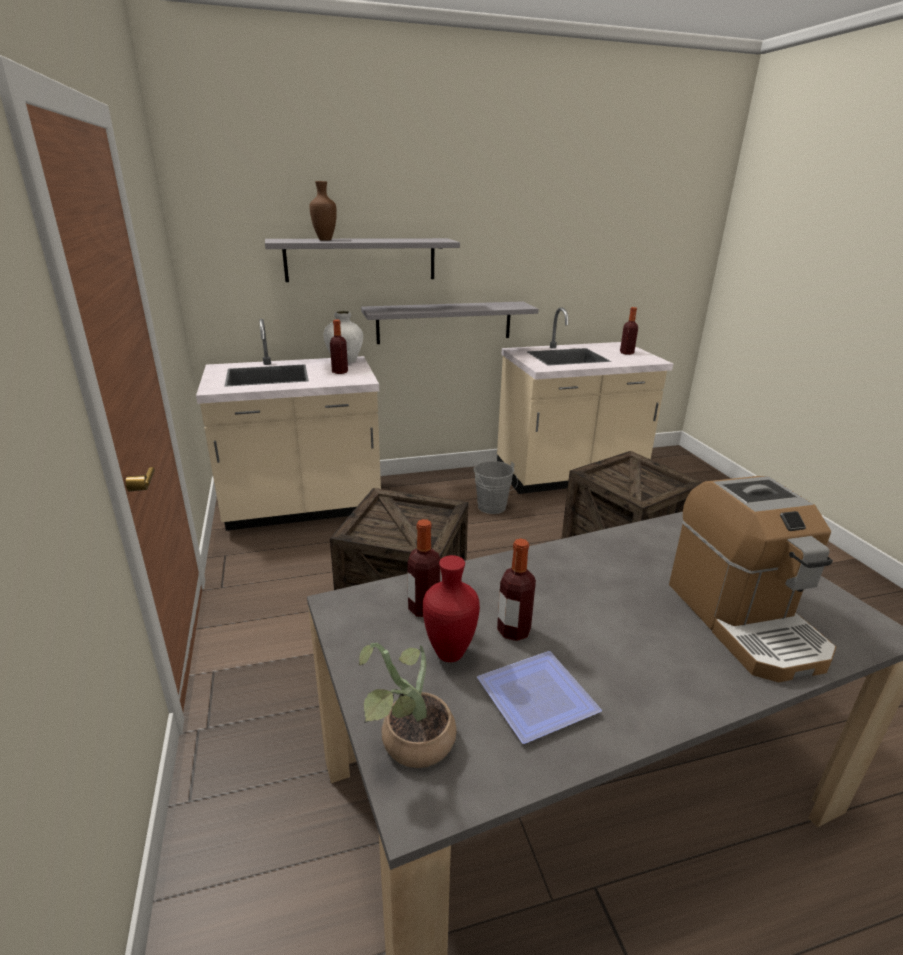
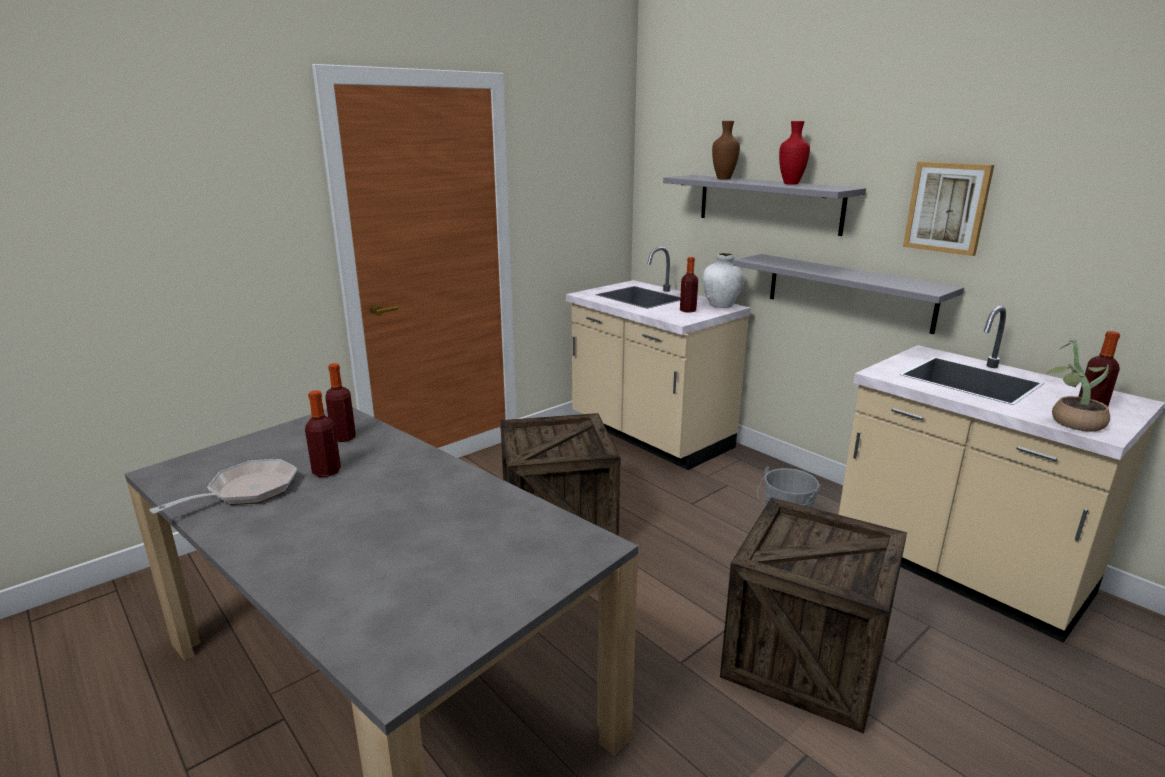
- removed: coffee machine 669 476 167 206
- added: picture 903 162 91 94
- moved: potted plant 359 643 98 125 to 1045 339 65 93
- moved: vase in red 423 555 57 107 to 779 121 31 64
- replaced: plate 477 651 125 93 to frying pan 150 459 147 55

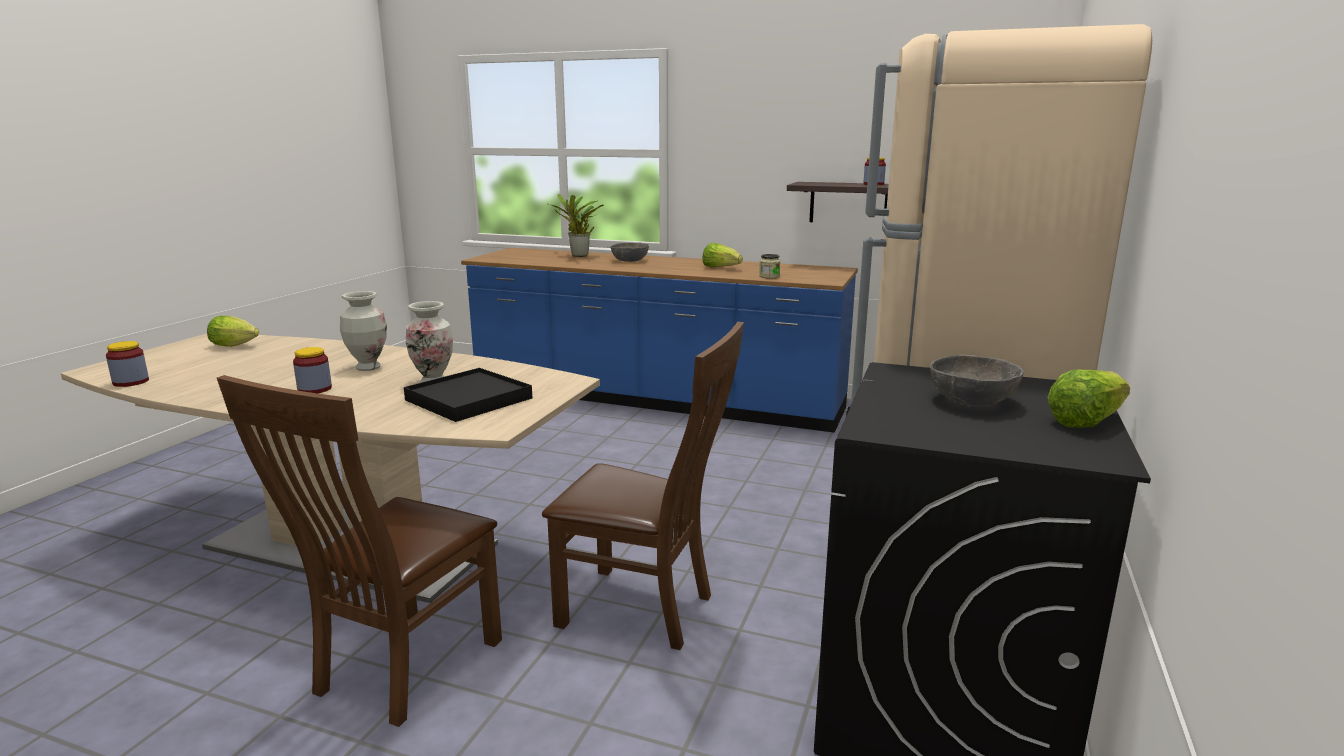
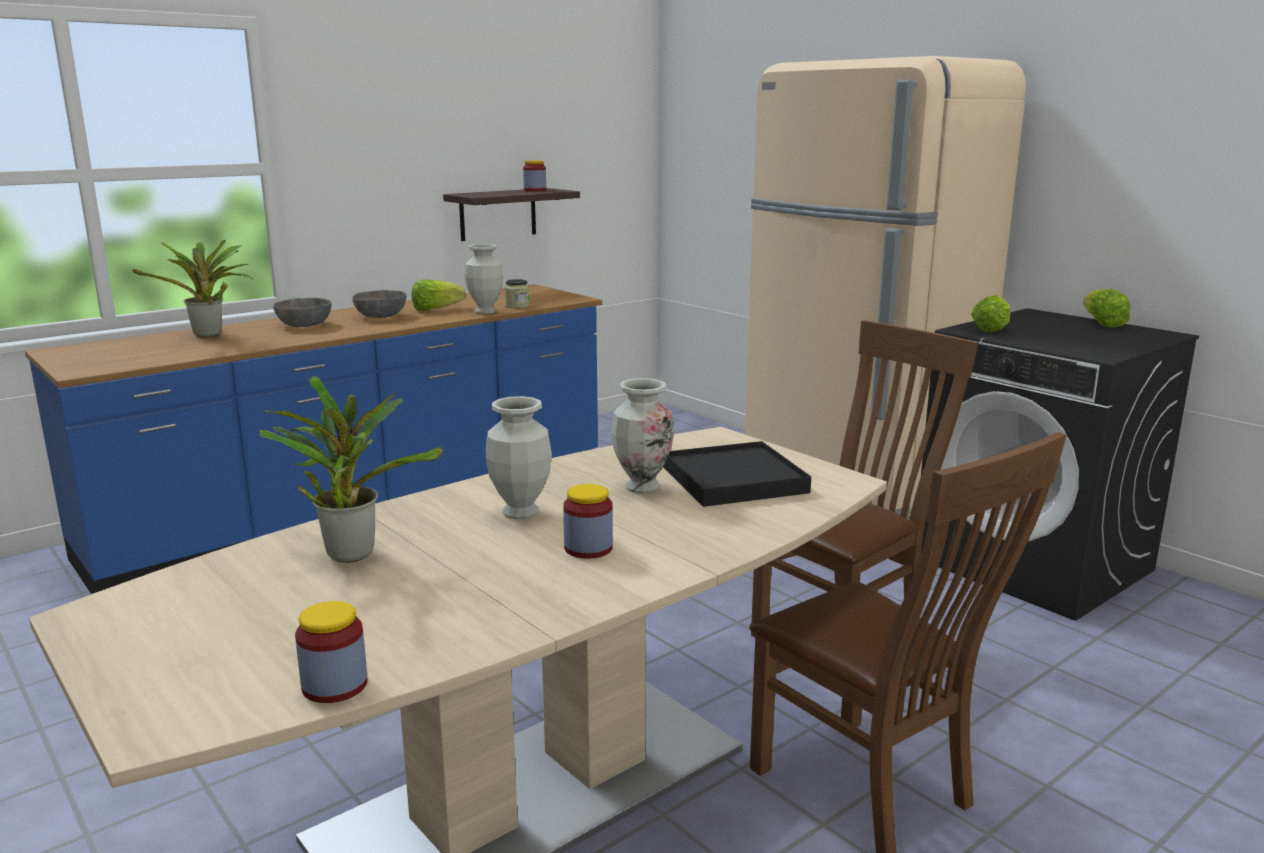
- added: potted plant 260 376 183 187
- added: vase 465 244 39 70
- moved: lettuce 207 316 52 31 to 971 295 39 37
- moved: bowl in grey 930 355 94 51 to 352 290 55 28

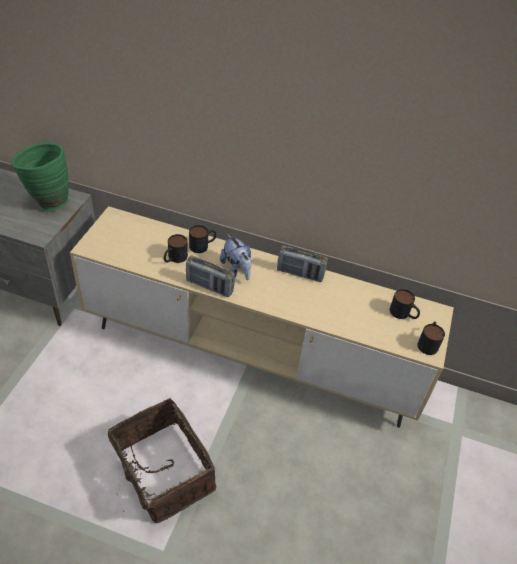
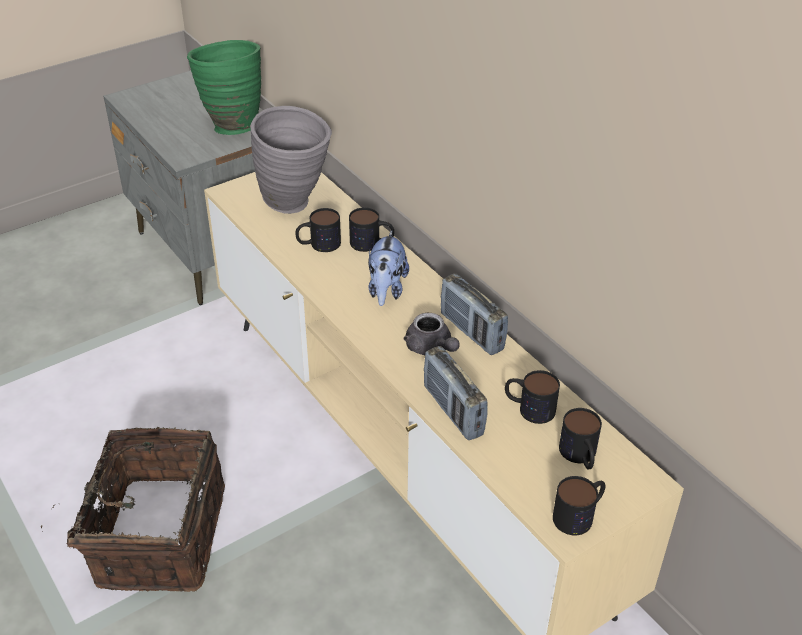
- added: vase in grey 250 106 82 108
- added: teapot in grey 403 313 57 42
- added: mug 505 370 55 54
- moved: radio 186 256 49 41 to 424 346 64 94

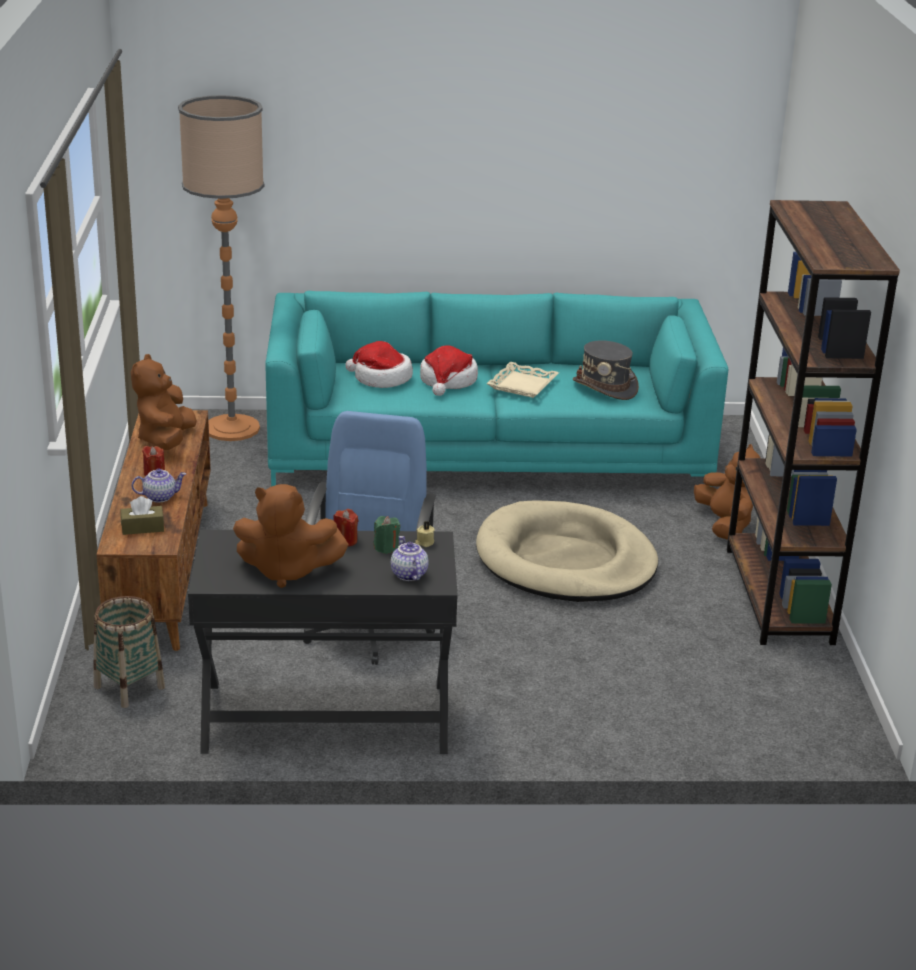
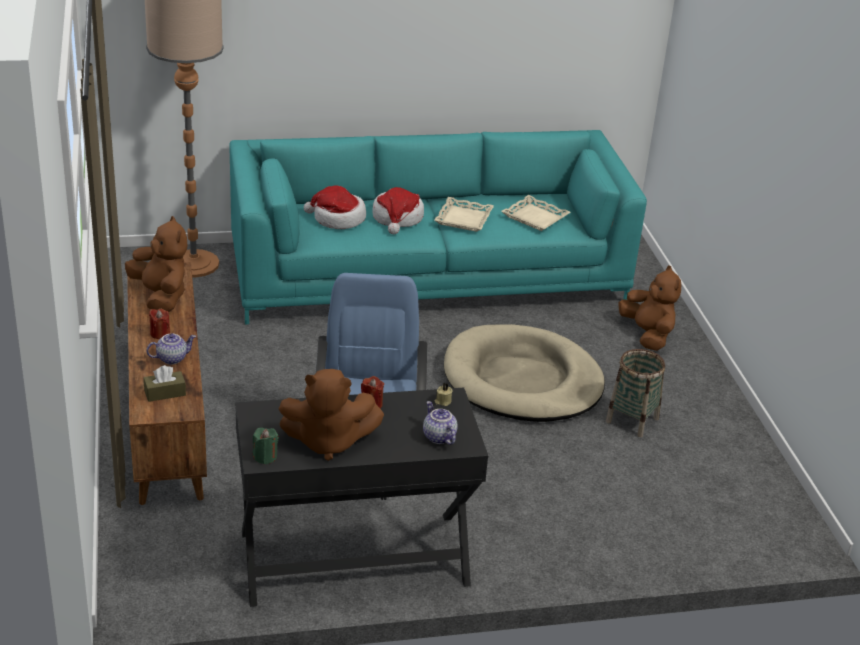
- removed: bookcase in brown 727 200 173 445
- moved: basket 94 596 71 112 to 606 349 59 88
- moved: candle in green 374 516 26 38 to 253 427 26 37
- replaced: hat in grey 573 340 66 60 to tray in beige 501 195 70 36
- turned: plush toy in brown 131 354 66 96 = 125 216 62 96 150 degrees clockwise

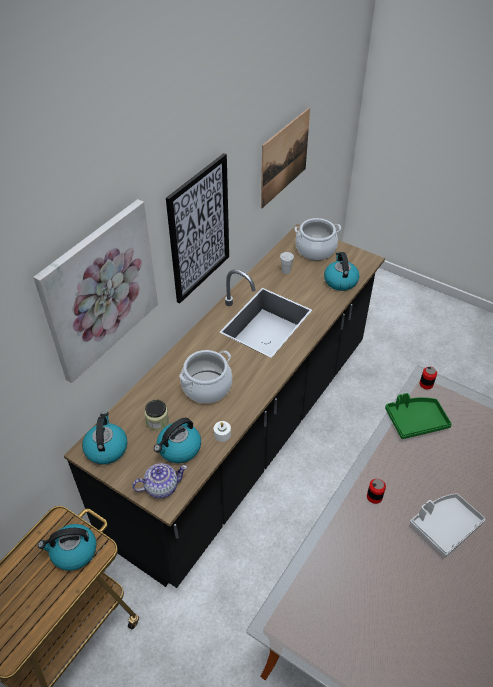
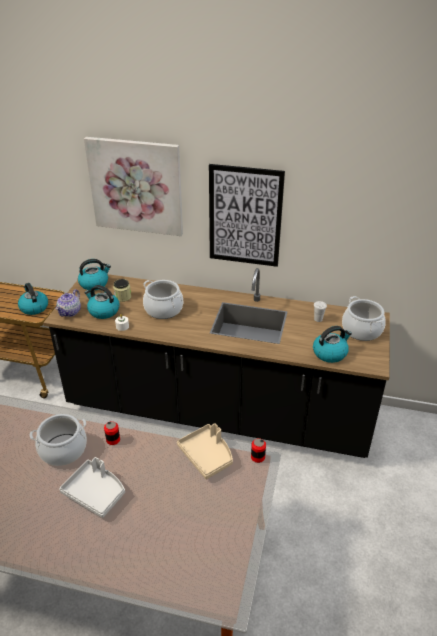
- removed: picture 261 108 49 100
- added: cooking pot 30 414 57 52
- recoloured: tray in green 385 393 67 46 to tray in beige 177 423 56 56
- turned: teapot 132 463 55 36 = 55 289 26 28 60 degrees clockwise

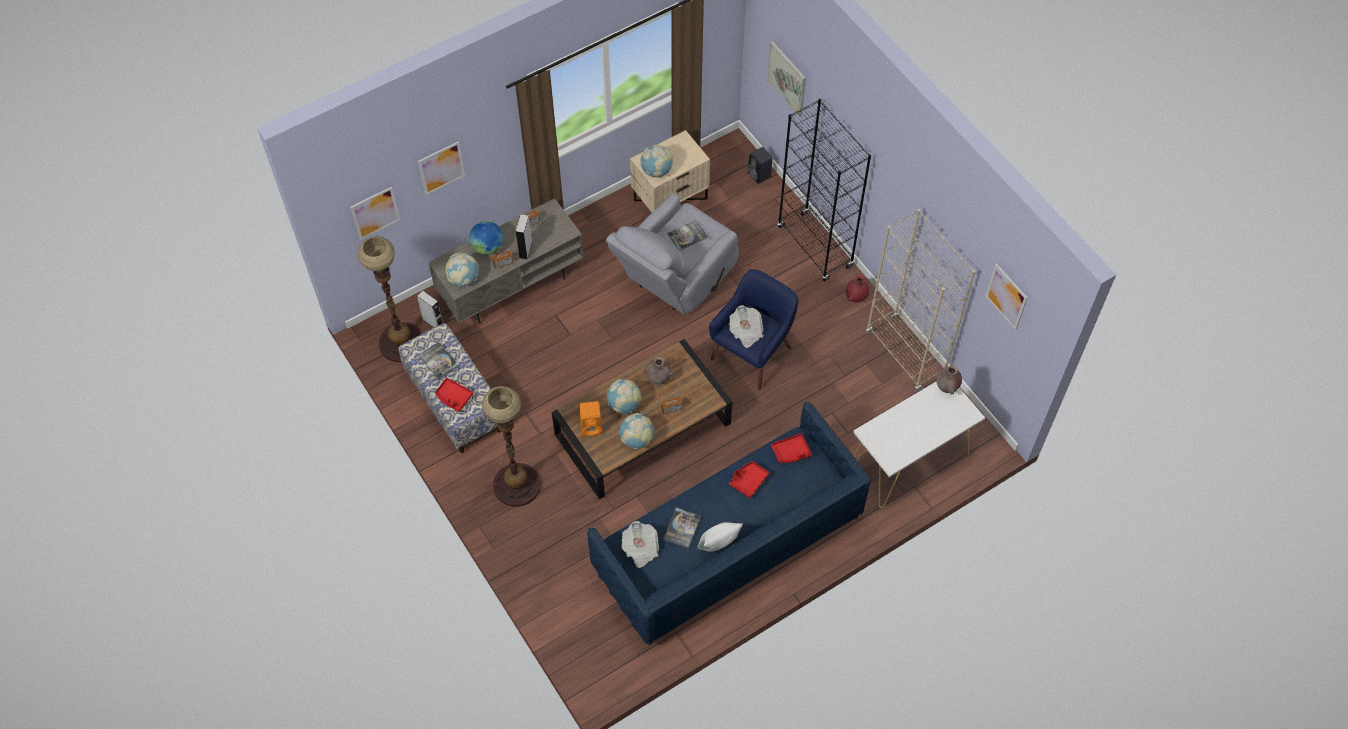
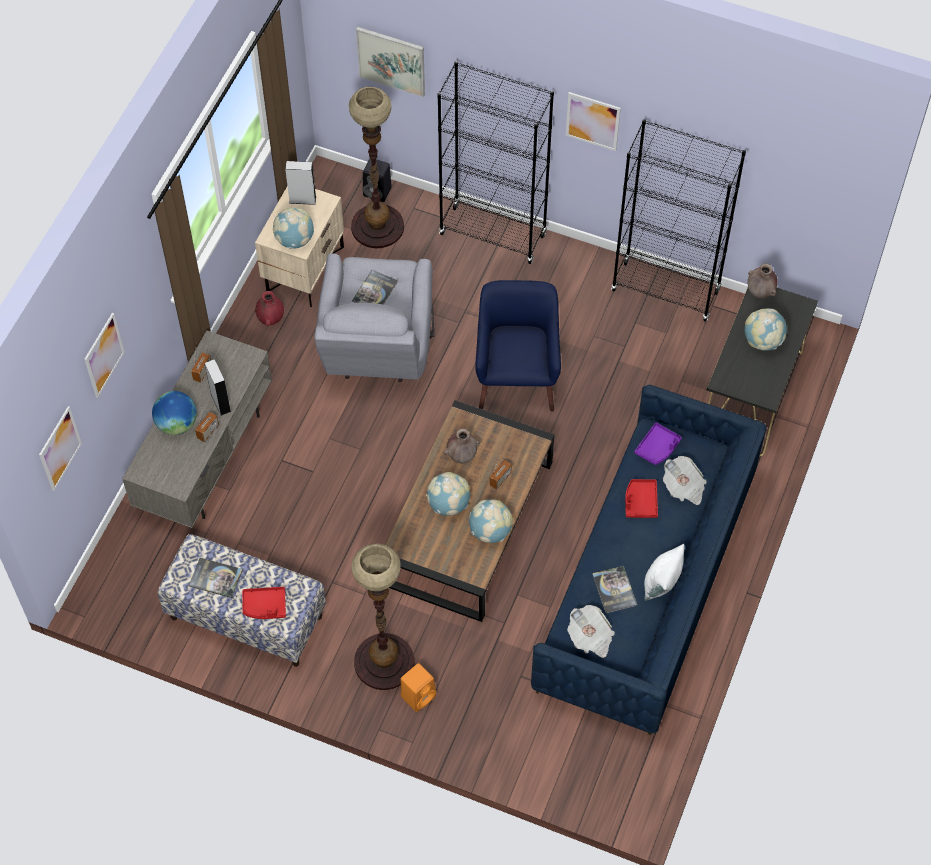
- moved: floor lamp 358 236 64 126 to 349 87 55 161
- moved: speaker in grey 417 290 26 38 to 285 161 31 44
- moved: globe 445 253 34 34 to 745 308 42 43
- moved: speaker in orange 579 401 24 36 to 401 663 35 49
- moved: newspaper 729 305 34 43 to 663 456 44 49
- moved: vase in red 846 275 23 27 to 255 291 29 35
- moved: picture 986 264 42 66 to 566 92 55 59
- recoloured: tray in red 771 433 41 30 to tray in purple 635 423 47 42
- recoloured: console table in white 853 382 132 126 to console table in black 707 288 111 168
- recoloured: bookcase in beige 866 209 109 183 to bookcase in black 611 119 135 202

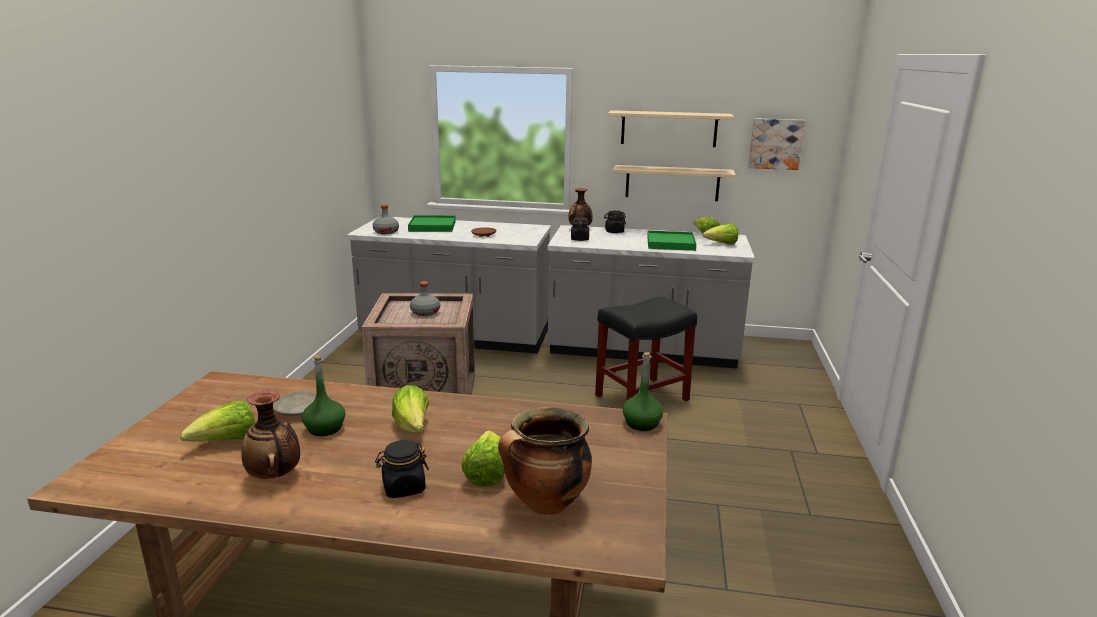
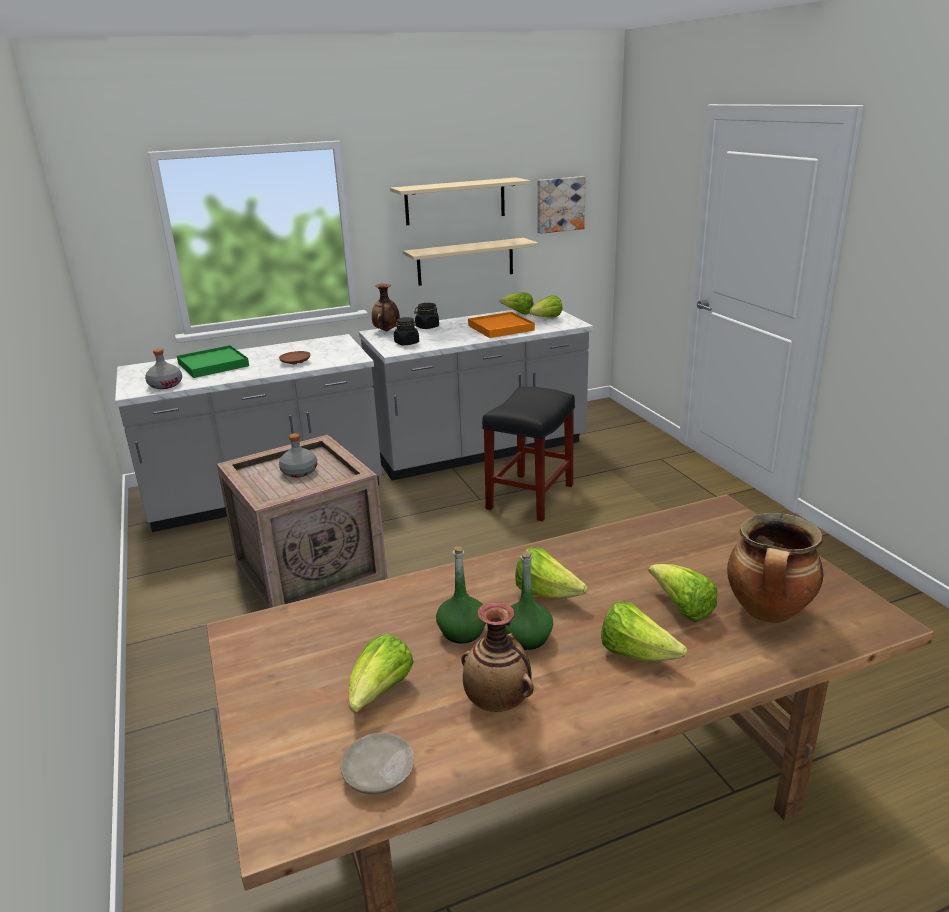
- moved: plate in beige 273 391 43 25 to 340 733 74 61
- moved: bottle in green 622 352 41 79 to 506 551 47 99
- replaced: jar in black 375 440 54 58 to lettuce 601 601 86 60
- recoloured: tray in green 647 230 49 21 to tray in orange 468 312 67 26

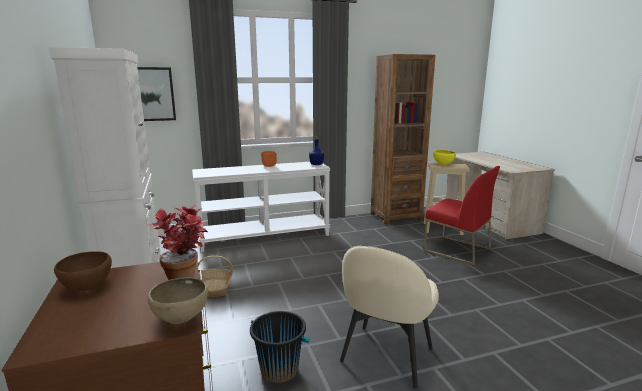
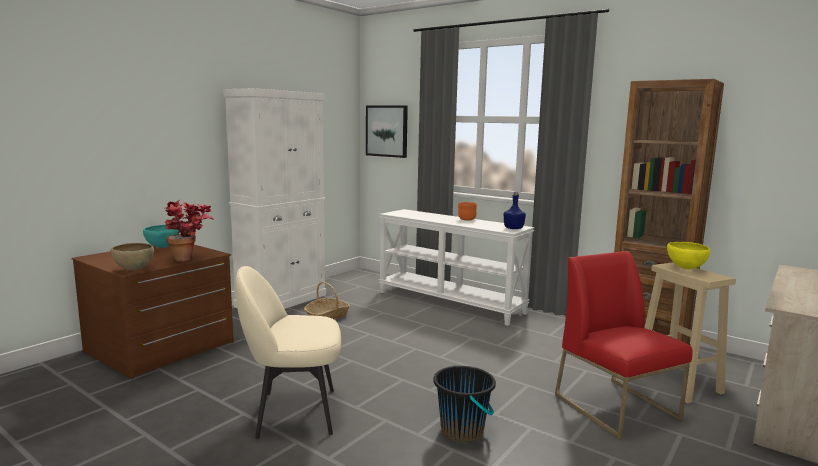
- moved: bucket in black 250 311 60 72 to 433 365 63 78
- recoloured: bowl in brown 54 251 58 40 to bowl in turquoise 143 225 36 23
- turned: chair in red 423 166 77 100 = 555 251 138 188 150 degrees clockwise

